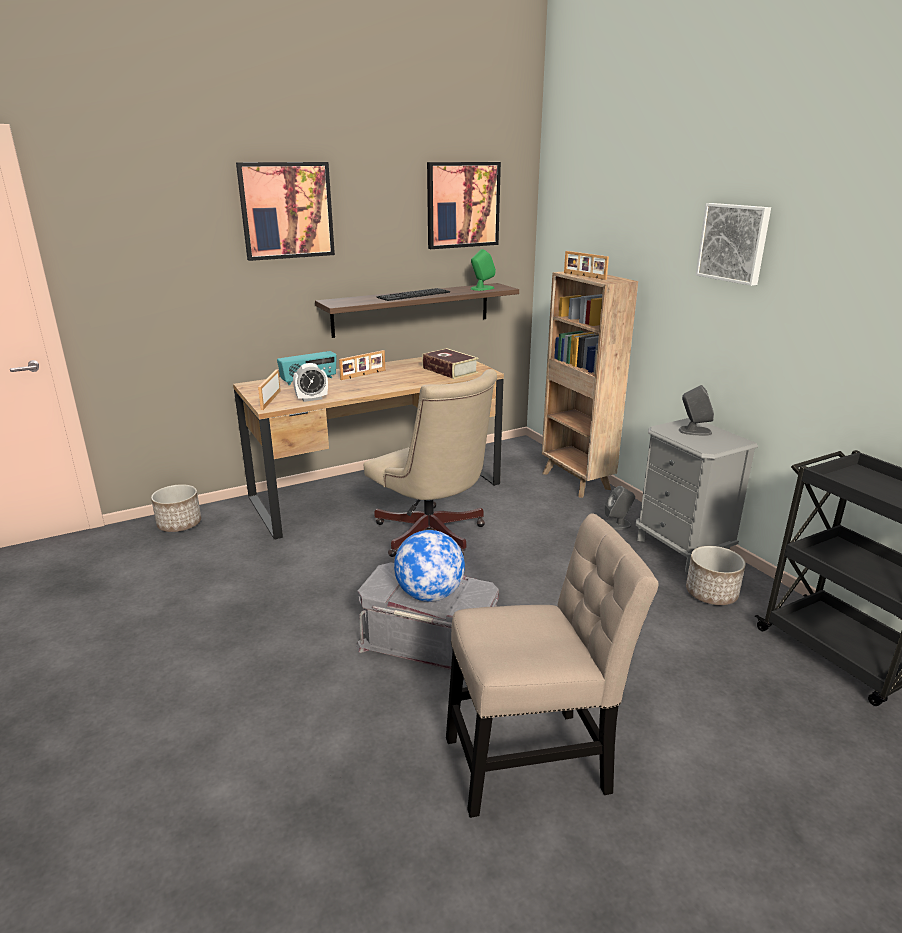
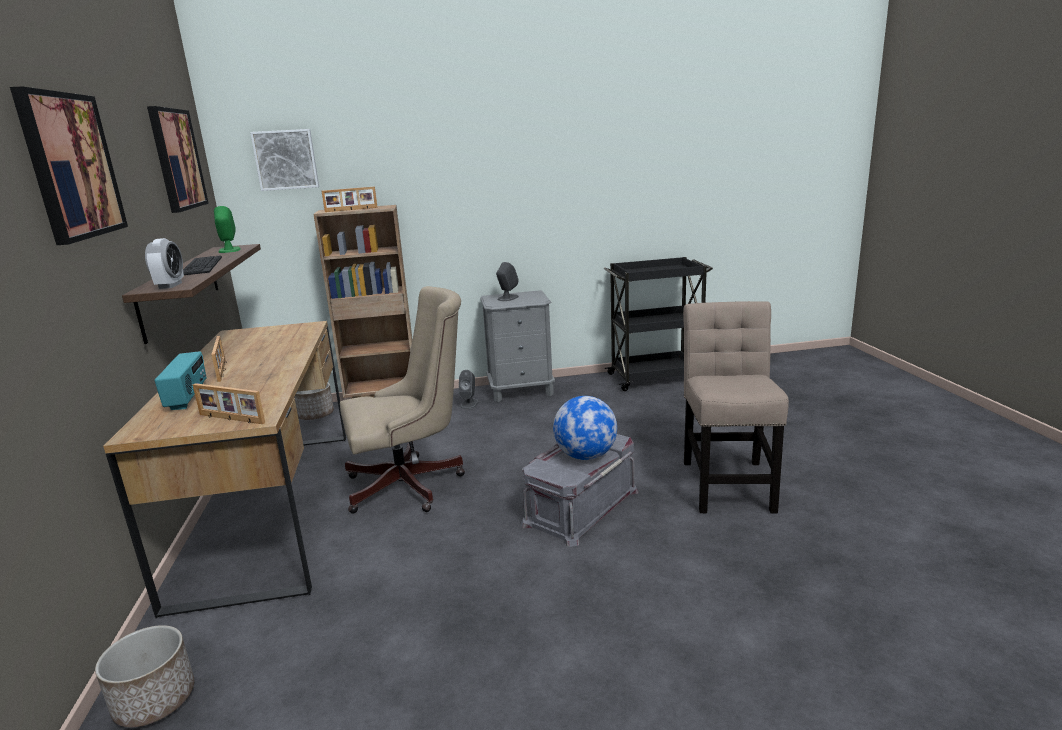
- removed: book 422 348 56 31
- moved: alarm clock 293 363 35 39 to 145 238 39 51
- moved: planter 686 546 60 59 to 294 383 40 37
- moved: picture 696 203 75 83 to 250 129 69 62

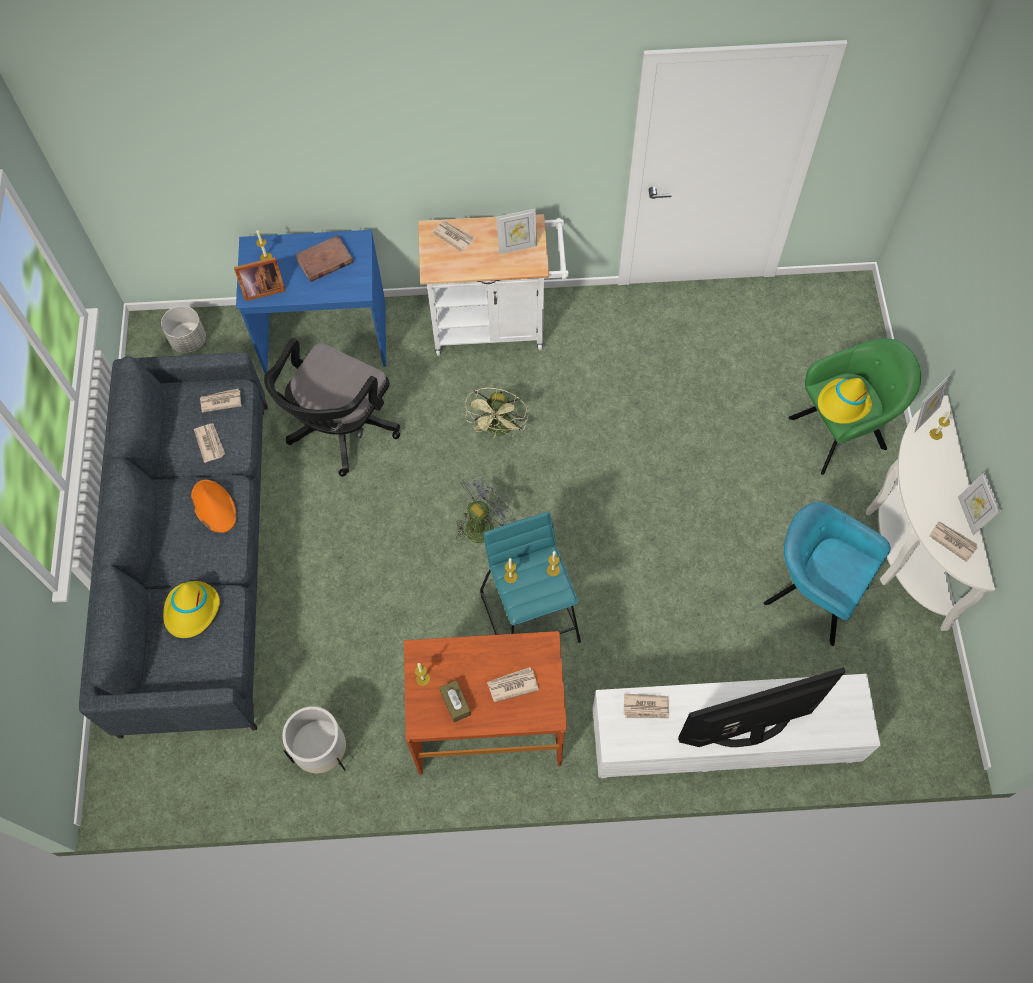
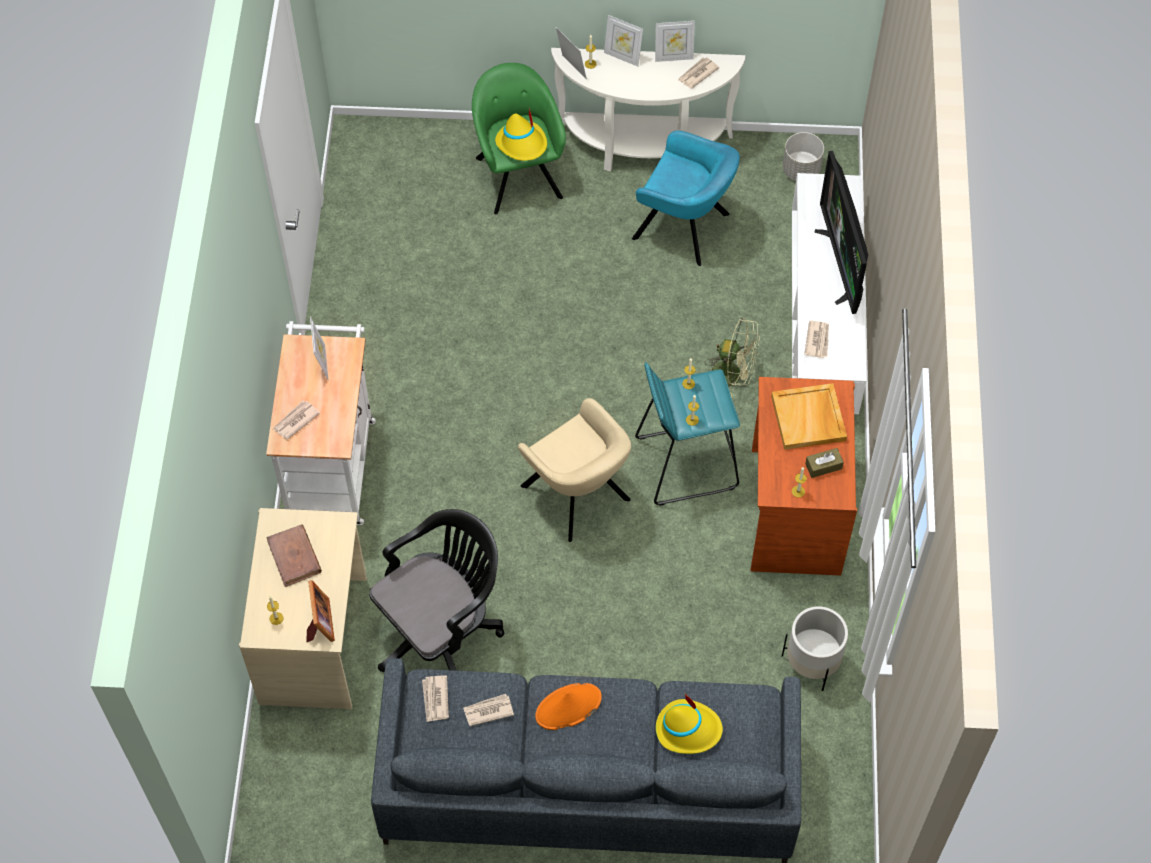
- added: picture frame 604 15 39 52
- moved: planter in grey 161 306 45 47 to 783 132 41 49
- moved: fan in green 465 388 64 50 to 706 318 54 80
- replaced: fan in grey 456 474 60 69 to armchair in beige 518 398 113 144
- replaced: newspaper 487 667 52 35 to tray in beige 771 383 76 67
- recoloured: desk in blue 236 230 150 143 to desk in beige 239 508 128 201
- turned: office chair in black 264 338 136 139 = 369 509 135 163 75 degrees counterclockwise
- turned: armchair in turquoise 764 502 127 144 = 632 130 108 136 105 degrees counterclockwise

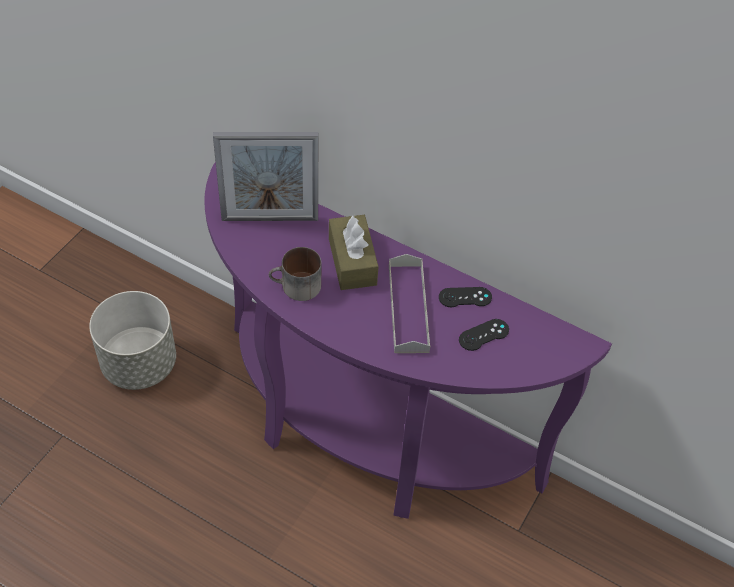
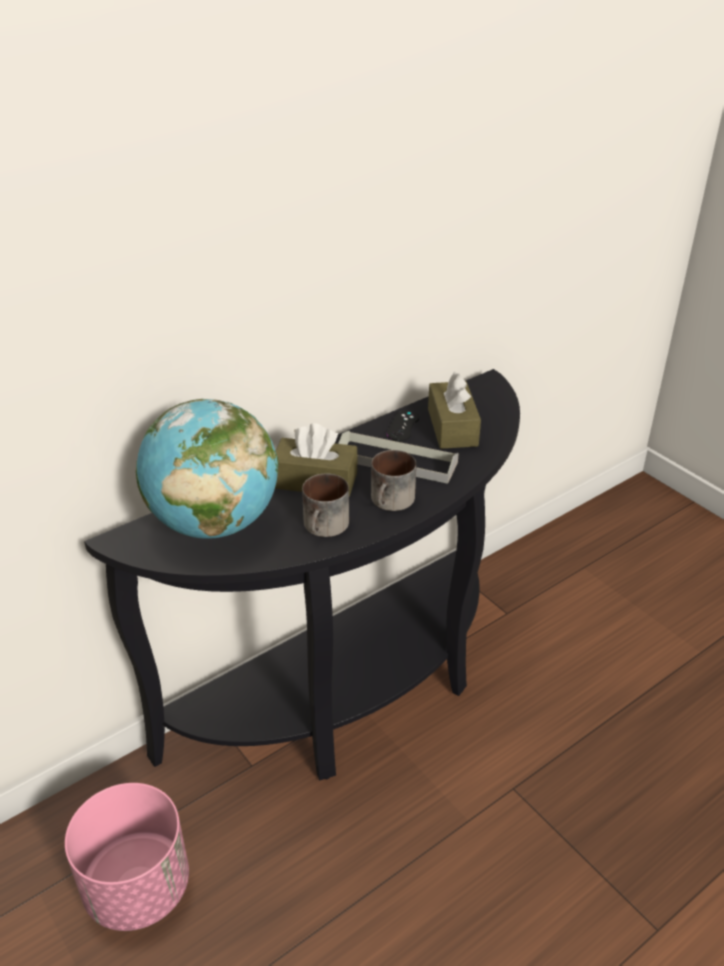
- added: mug 371 450 45 61
- replaced: picture frame 213 132 105 89 to globe 136 399 142 140
- replaced: game controller in black 459 319 50 32 to tissue box in brown 428 371 53 78
- recoloured: planter in grey 89 291 87 99 to planter in pink 65 783 124 148
- recoloured: console table in purple 204 162 408 357 to console table in black 84 369 436 411

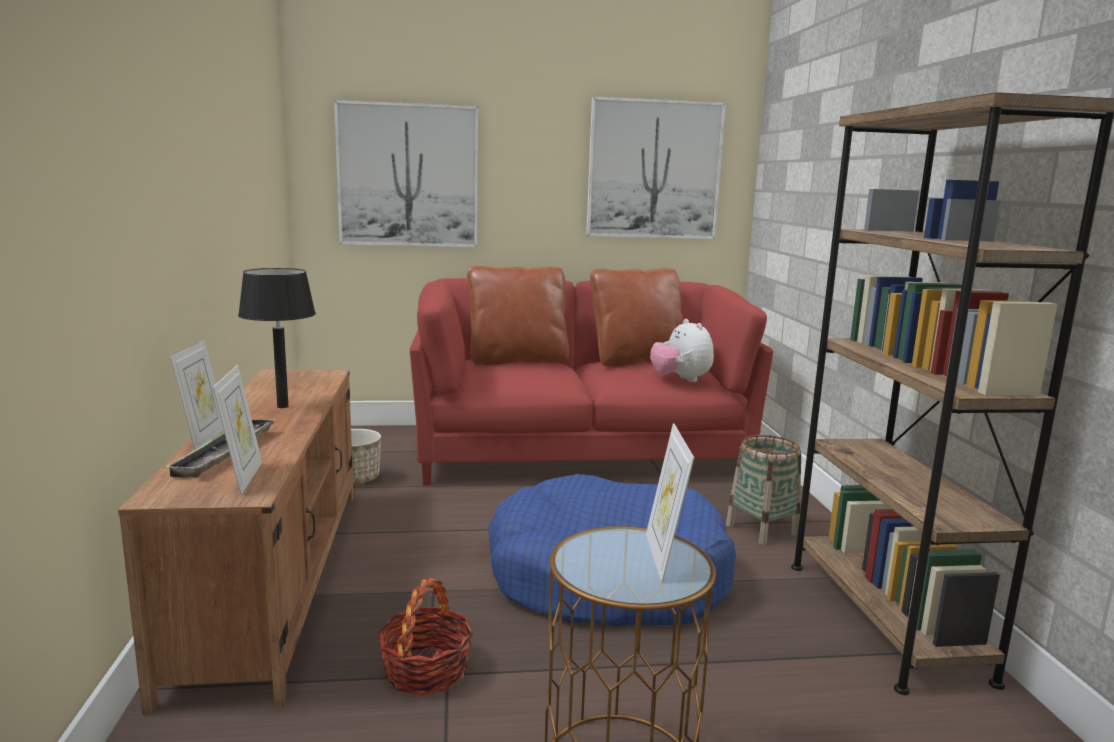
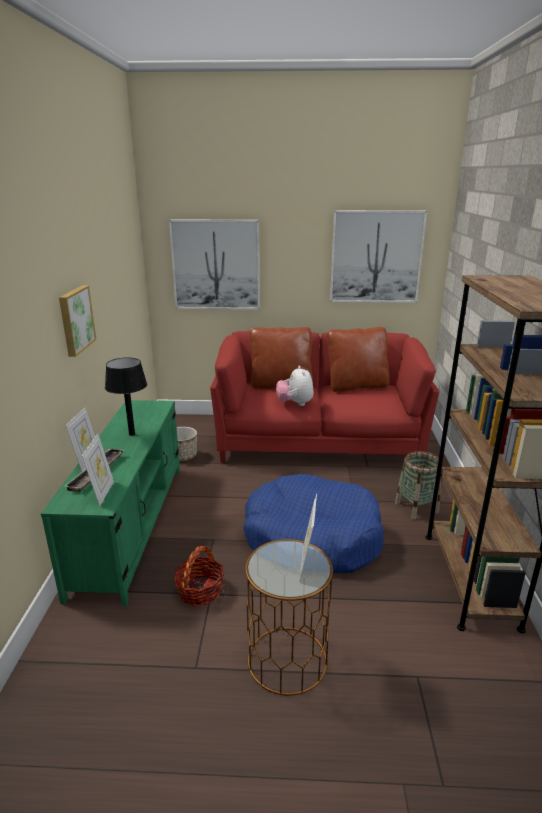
- added: picture 59 285 38 72
- moved: plush toy 650 319 64 63 to 276 366 38 40
- recoloured: tv stand in brown 118 370 235 345 to tv stand in green 41 400 139 207

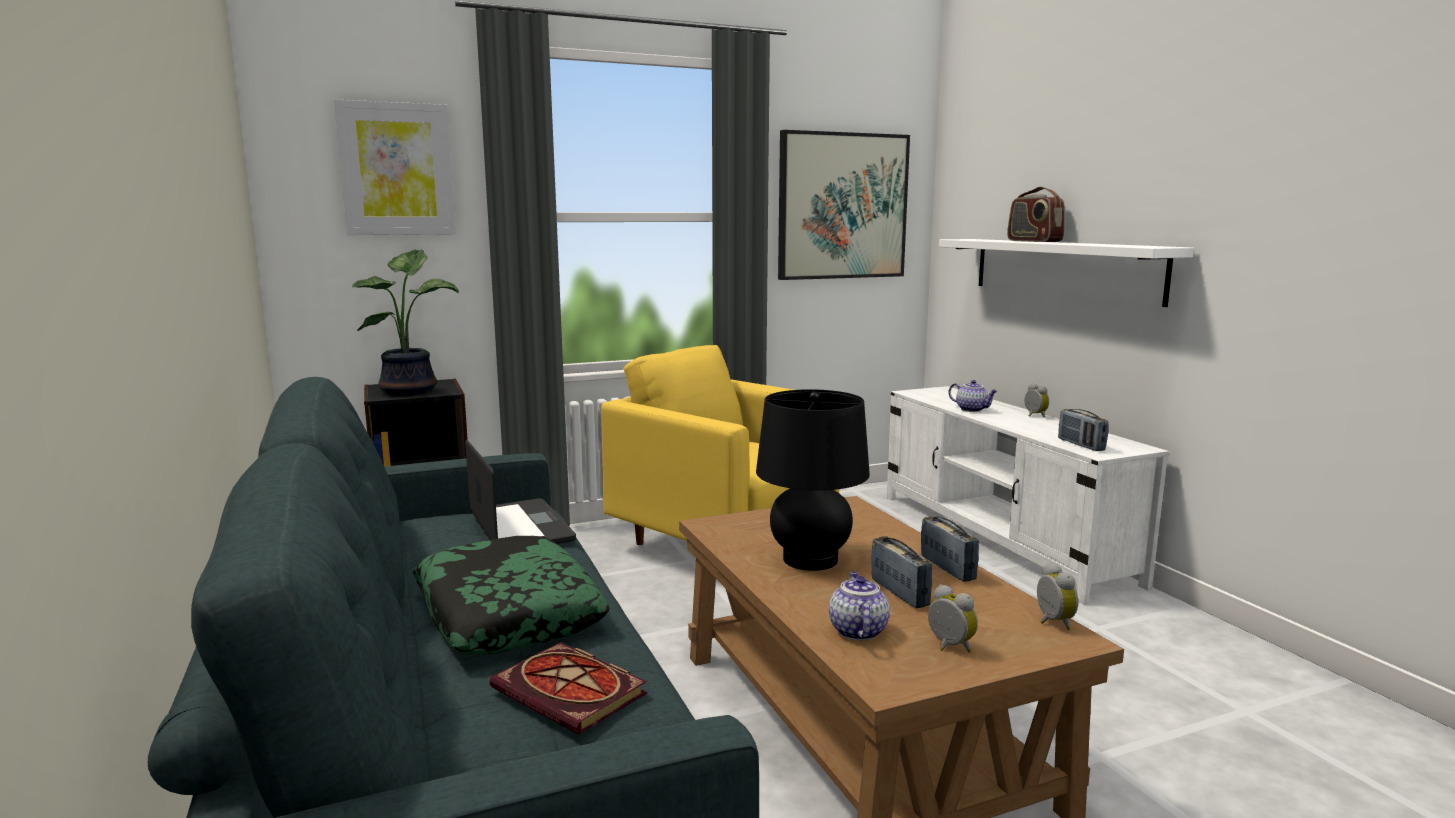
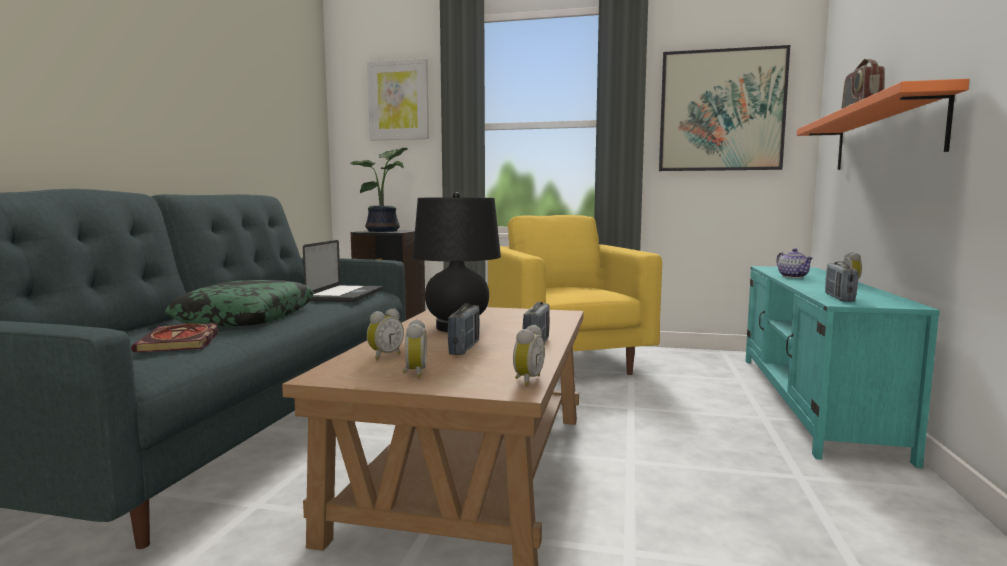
- replaced: teapot 829 572 61 68 to alarm clock 367 308 37 51
- recoloured: tv stand in white 887 386 282 219 to tv stand in turquoise 746 266 194 202
- recoloured: shelf in white 939 239 255 68 to shelf in orange 797 79 172 91

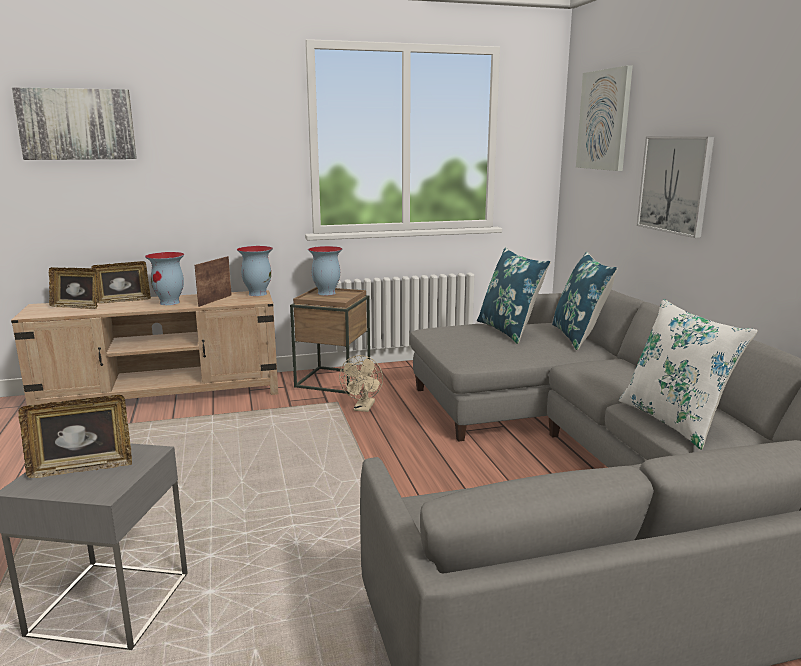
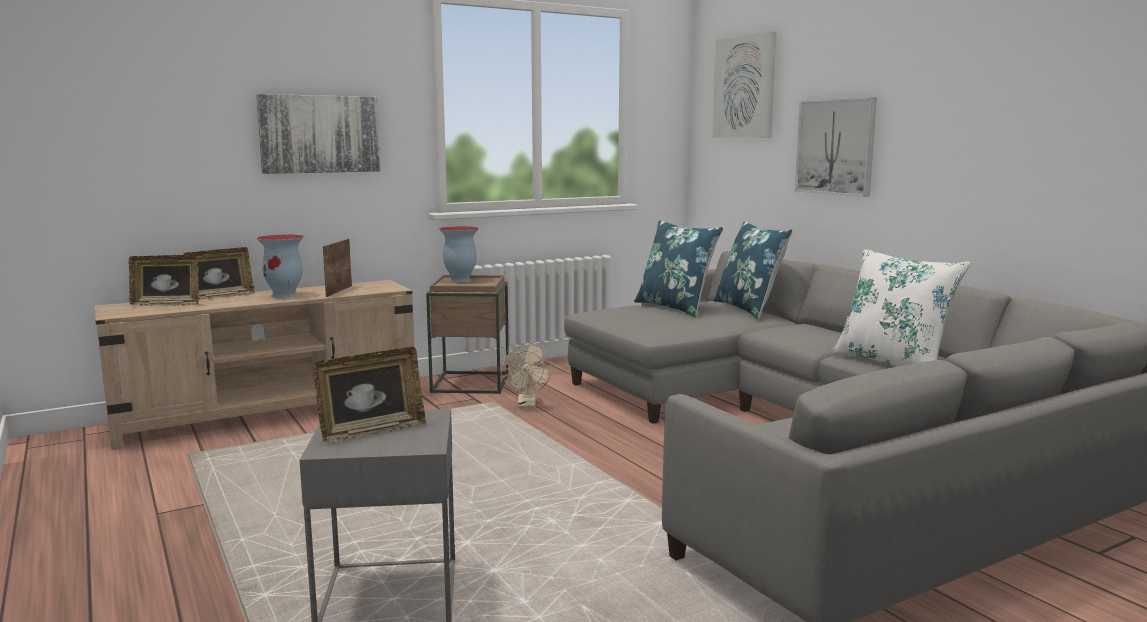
- removed: vase 237 246 36 50
- moved: picture 12 87 125 73 to 256 94 124 80

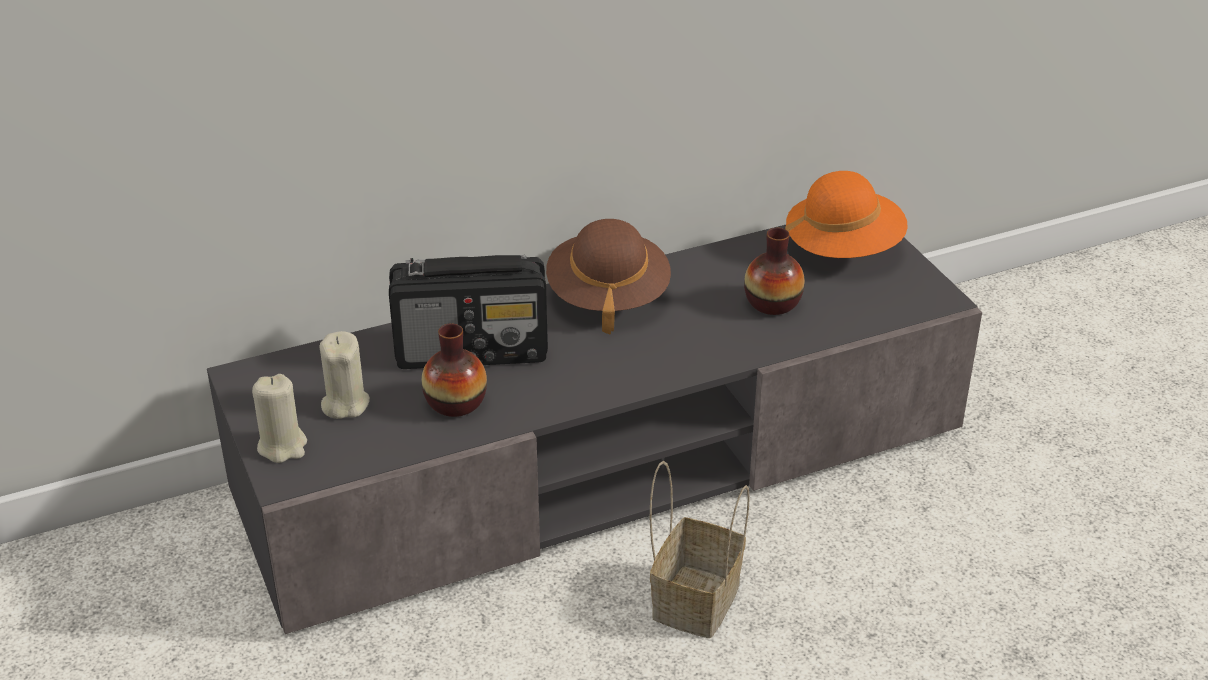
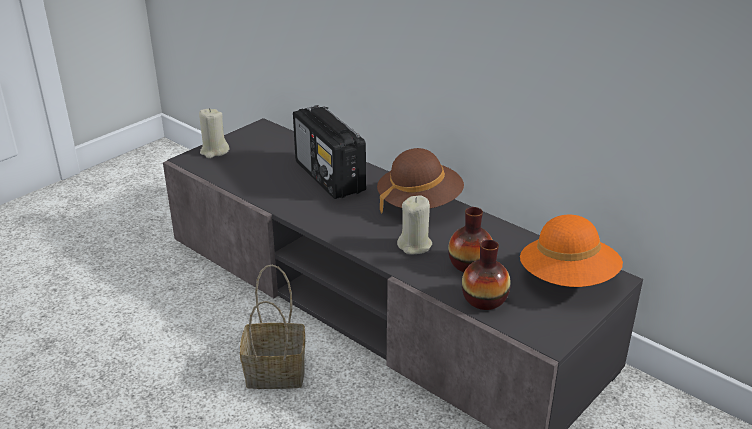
- moved: candle in beige 319 331 51 88 to 397 195 35 59
- moved: vase 421 323 66 94 to 462 240 49 70

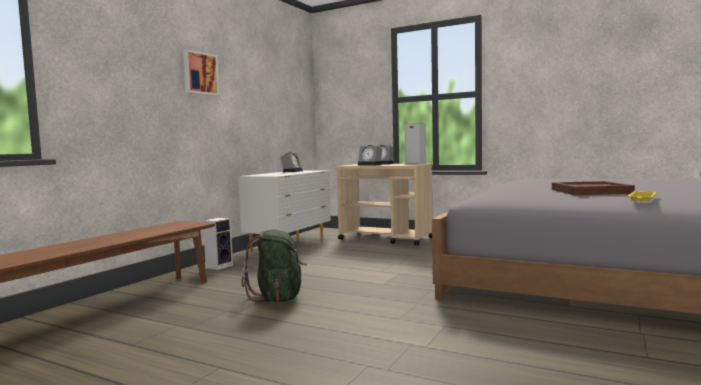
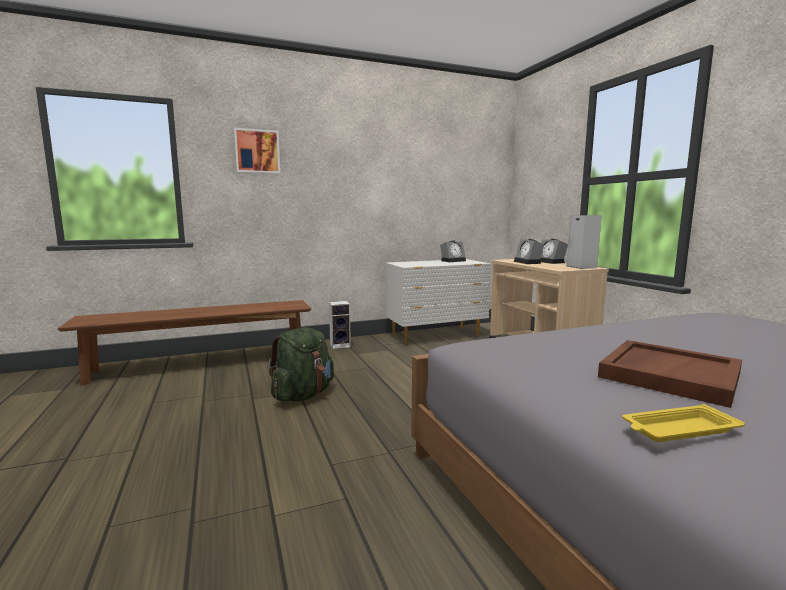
- moved: picture 183 49 36 47 to 234 128 46 46

